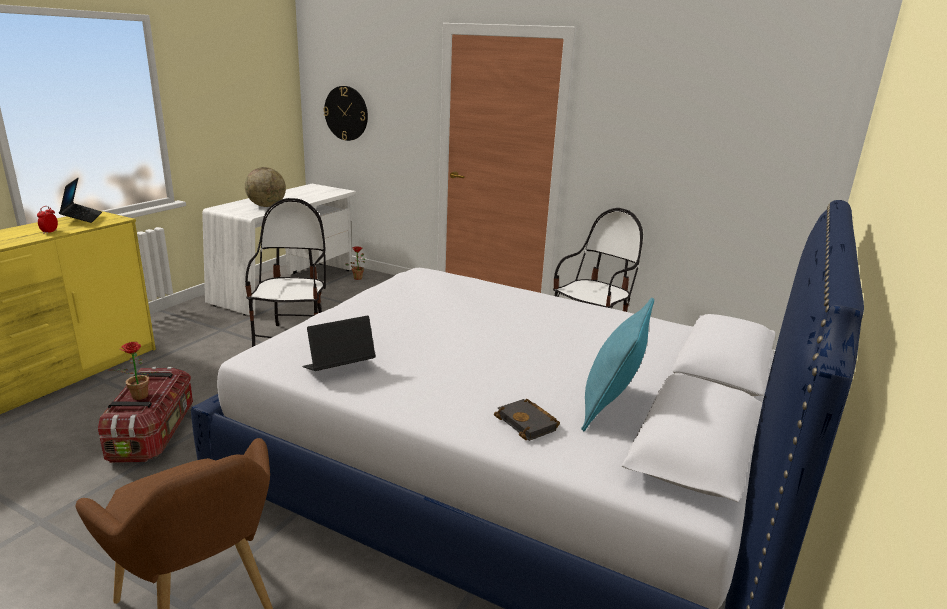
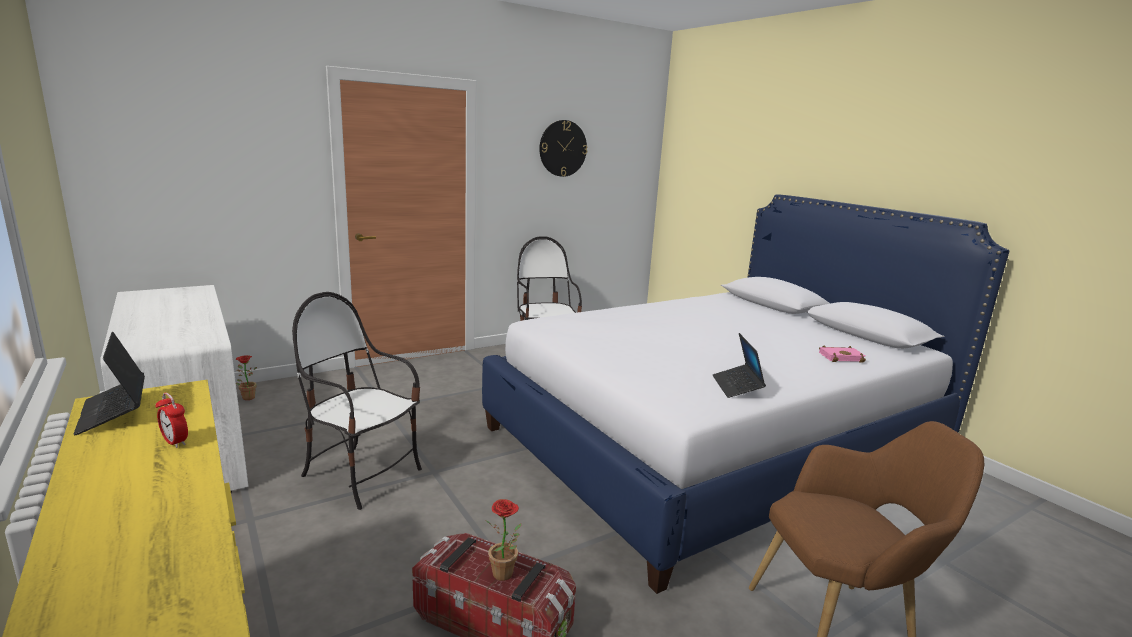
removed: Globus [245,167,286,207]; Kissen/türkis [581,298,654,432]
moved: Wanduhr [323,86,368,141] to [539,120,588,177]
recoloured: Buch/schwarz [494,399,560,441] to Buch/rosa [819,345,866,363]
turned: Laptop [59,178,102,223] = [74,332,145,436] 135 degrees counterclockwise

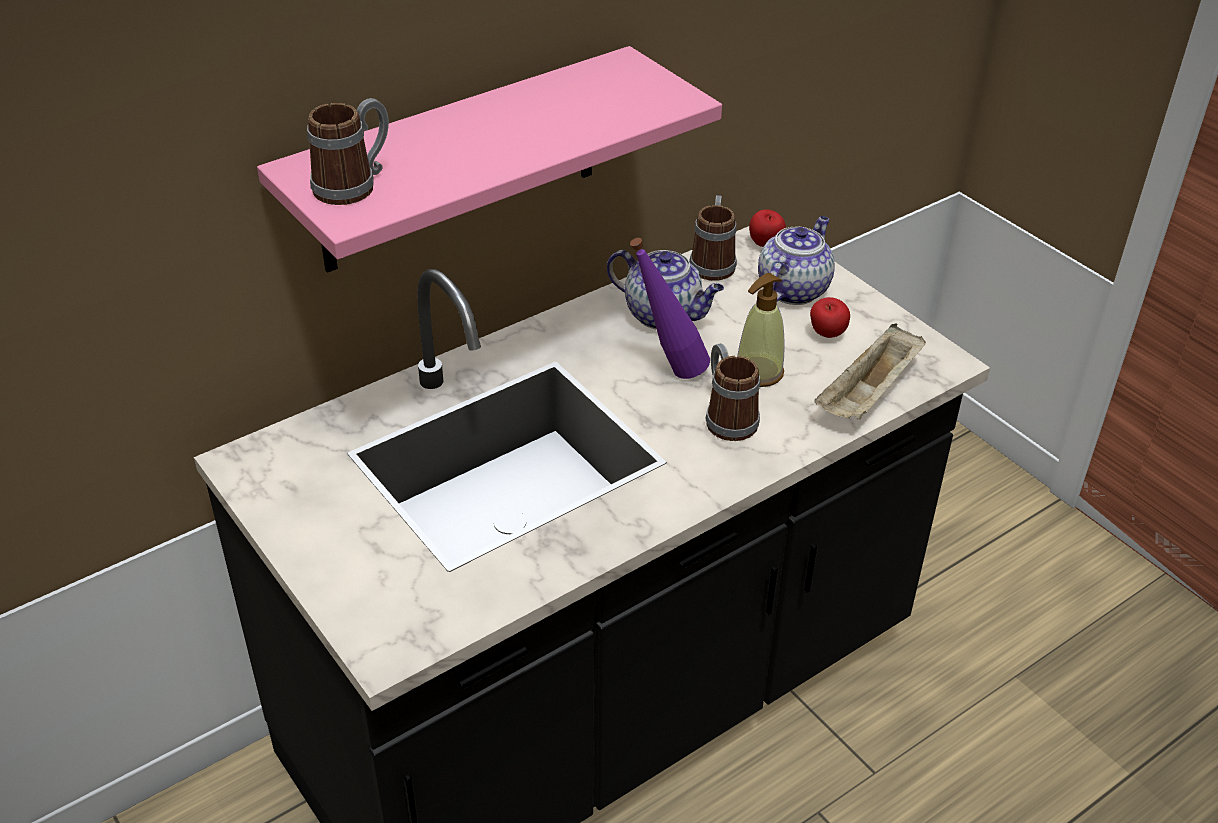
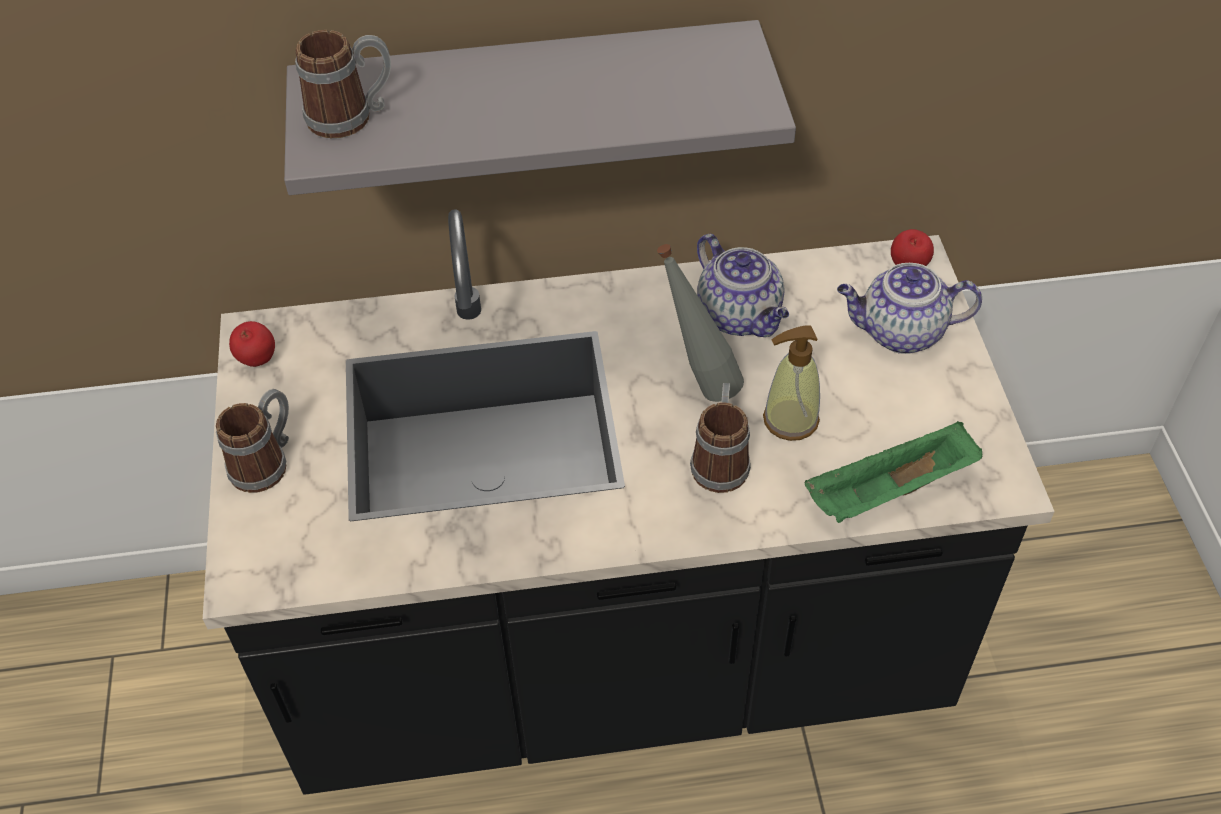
moved: Henkelbecher [689,195,737,281] to [216,389,289,493]; Apfel [810,297,850,338] to [229,321,275,367]
recoloured: Wandregal/rosa [257,46,722,273] to Wandregal/grau [284,20,796,195]; Flasche/lila [630,238,710,379] to Flasche/grau [657,244,744,402]; Tablett/beige [814,324,926,420] to Tablett/grün [805,421,982,523]
turned: Teekanne [758,216,835,305] = [837,263,982,354] 150 degrees counterclockwise

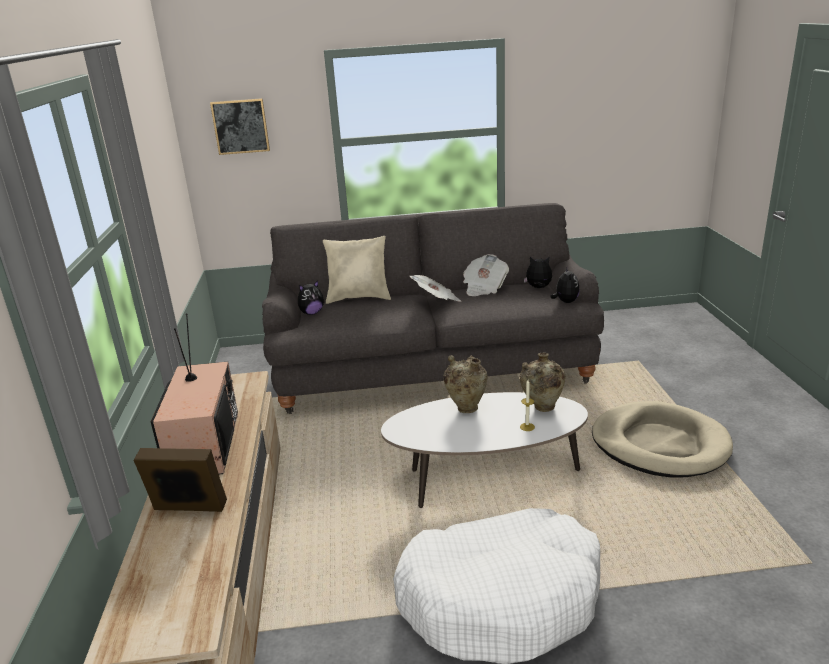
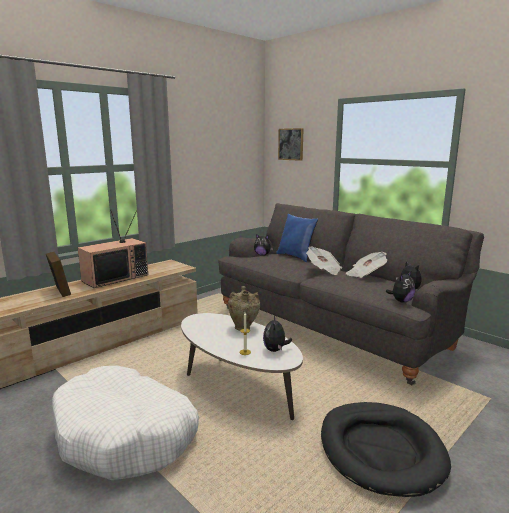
replaced: Vase/beige [519,353,565,412] to Plüschtier [263,316,292,352]
recoloured: Kissen/beige [323,236,391,304] to Kissen/blau [276,214,318,262]; Hundebett/beige [592,401,733,477] to Hundebett/schwarz [321,402,451,497]

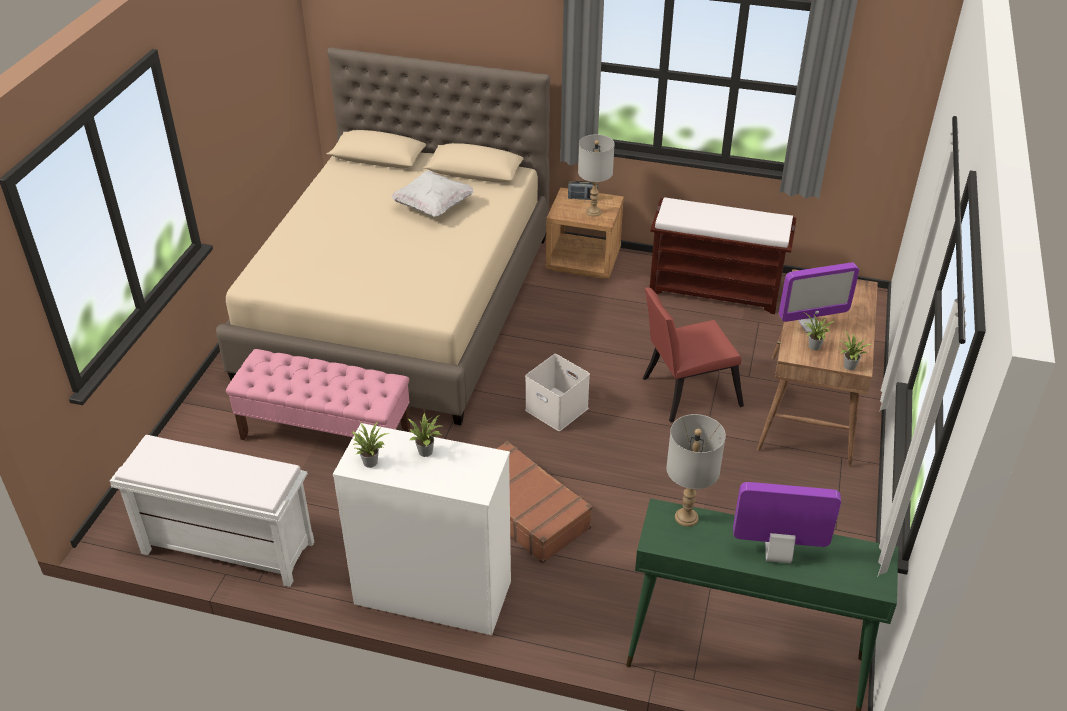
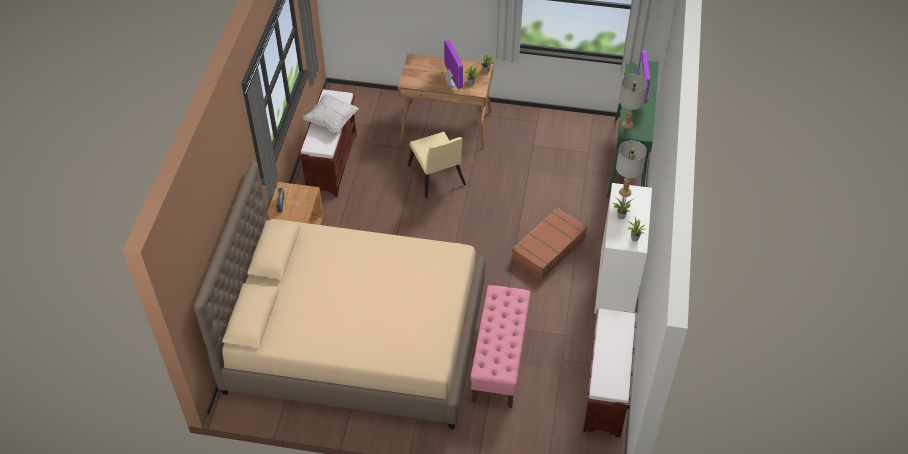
removed: Aufbewahrungsbox/weiß [525,354,590,431]
moved: Kissen/weiß [391,170,474,217] to [304,94,359,133]; Tischlampe/grau [578,134,615,217] to [616,140,647,197]
recoloured: Bank/weiß [110,435,314,587] to Bank/braun [583,309,638,437]; Stuhl/rot [643,288,744,422] to Stuhl/beige [408,132,466,199]

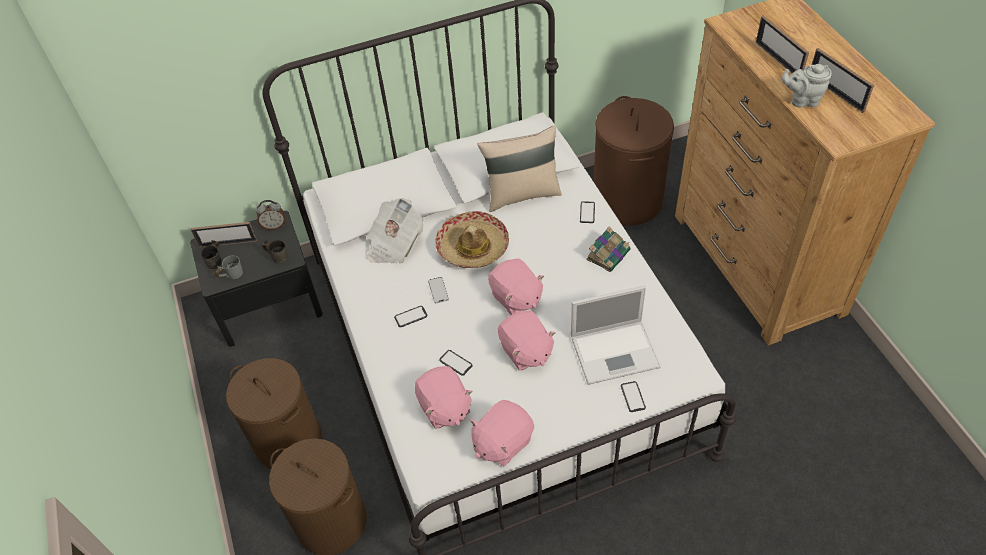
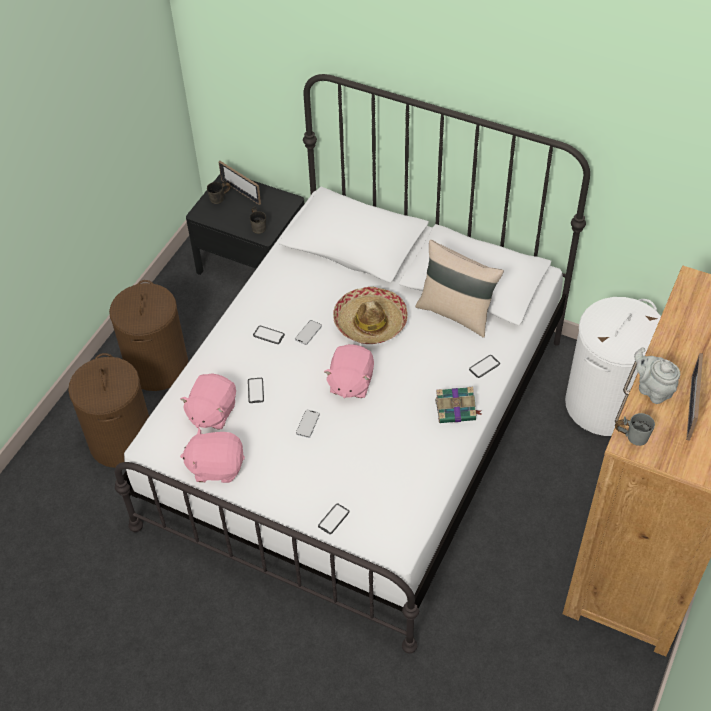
removed: Wecker [256,200,285,230]; Zeitung [366,198,423,264]; Laptop [571,286,661,385]; Bilderrahmen [756,15,809,73]
moved: Henkelbecher/grau [215,255,243,279] to [615,413,655,446]
replaced: Plüschtier/rosa [498,311,556,371] to Handy [296,410,320,438]
recoloured: Wäschekorb/braun [593,96,674,226] to Wäschekorb/weiß [565,297,661,436]

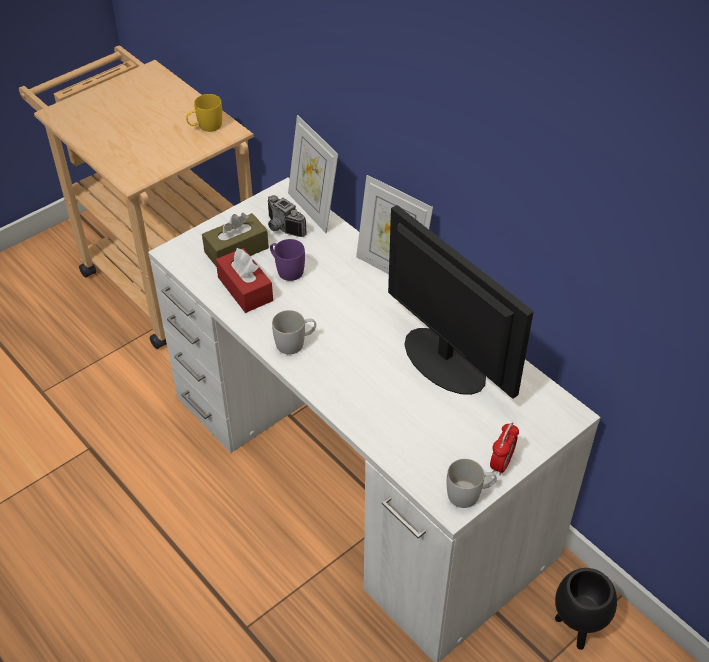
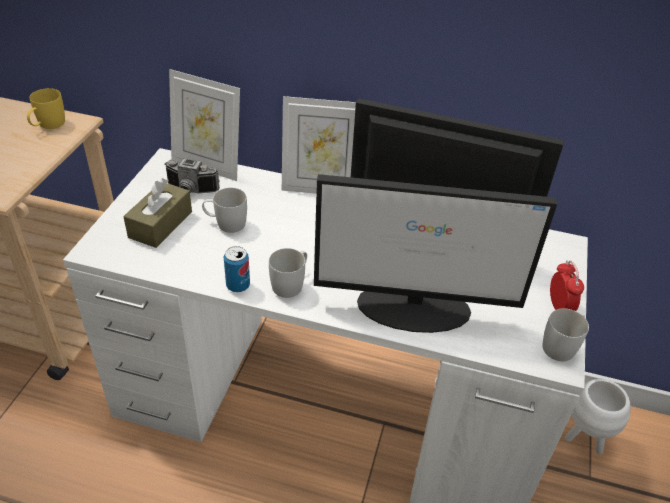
removed: Taschentuchbox/rot [216,248,273,313]
added: Dose [224,246,250,292]; Monitor [314,174,557,333]
recoloured: Henkelbecher/lila [270,239,305,281] to Henkelbecher/weiß [202,188,247,233]; Pflanzkübel/schwarz [555,568,617,650] to Pflanzkübel/weiß [565,379,631,454]

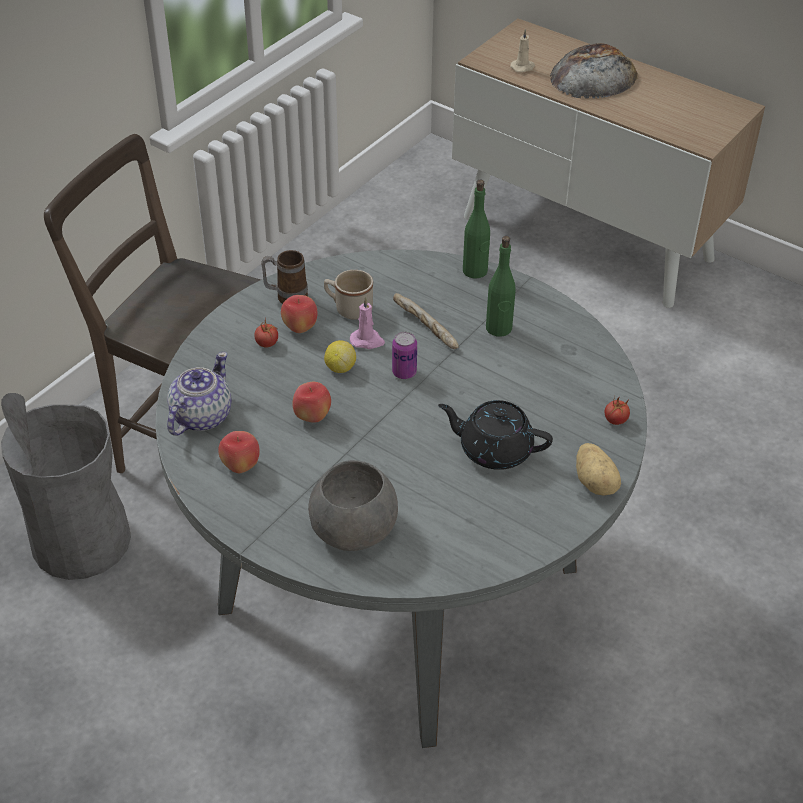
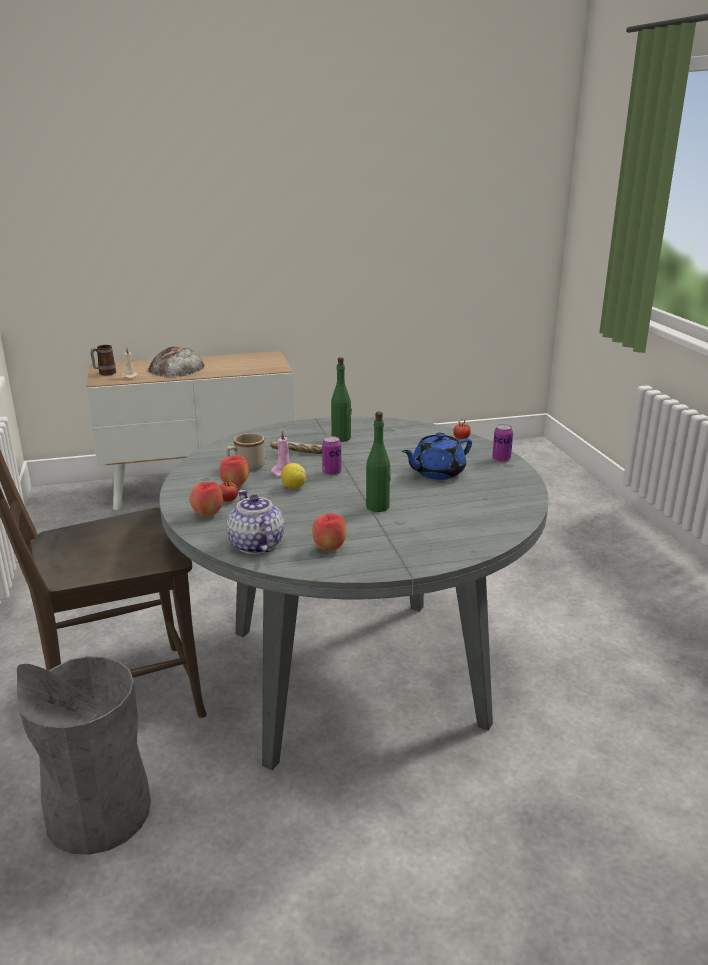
removed: Schüssel/grau [308,460,398,551]
moved: Henkelbecher [261,250,308,304] to [91,345,116,376]; Apfel [293,382,331,423] to [189,482,223,517]; Flasche/grün [463,180,490,278] to [366,412,391,512]
replaced: Kartoffel [576,443,621,496] to Dose [492,424,513,462]
recoloured: Teekanne/schwarz [438,400,553,470] to Teekanne/blau [402,432,472,480]

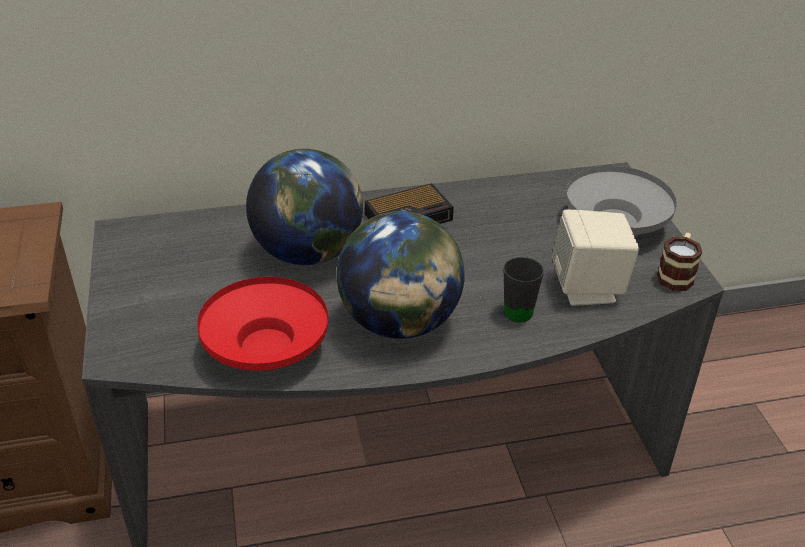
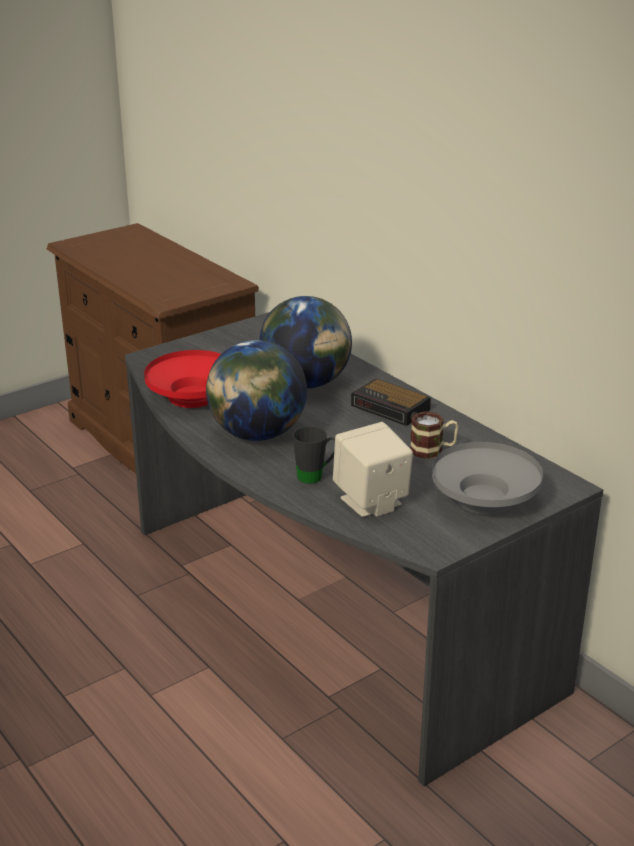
moved: Henkelbecher [657,233,702,291] to [410,411,458,459]

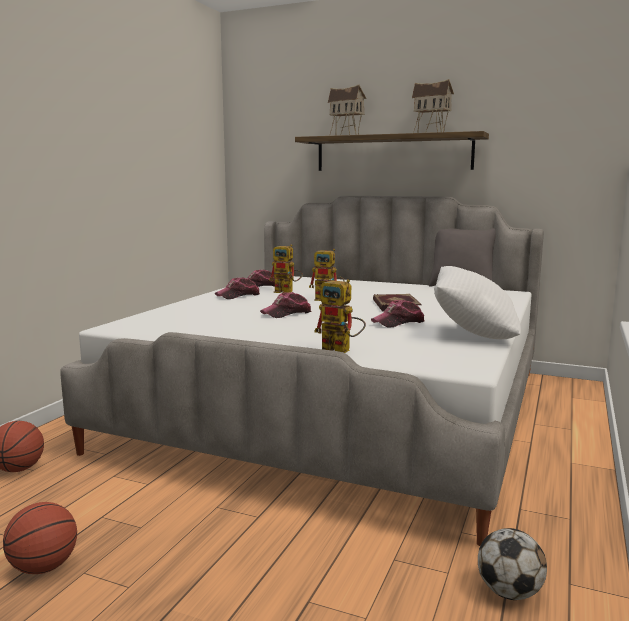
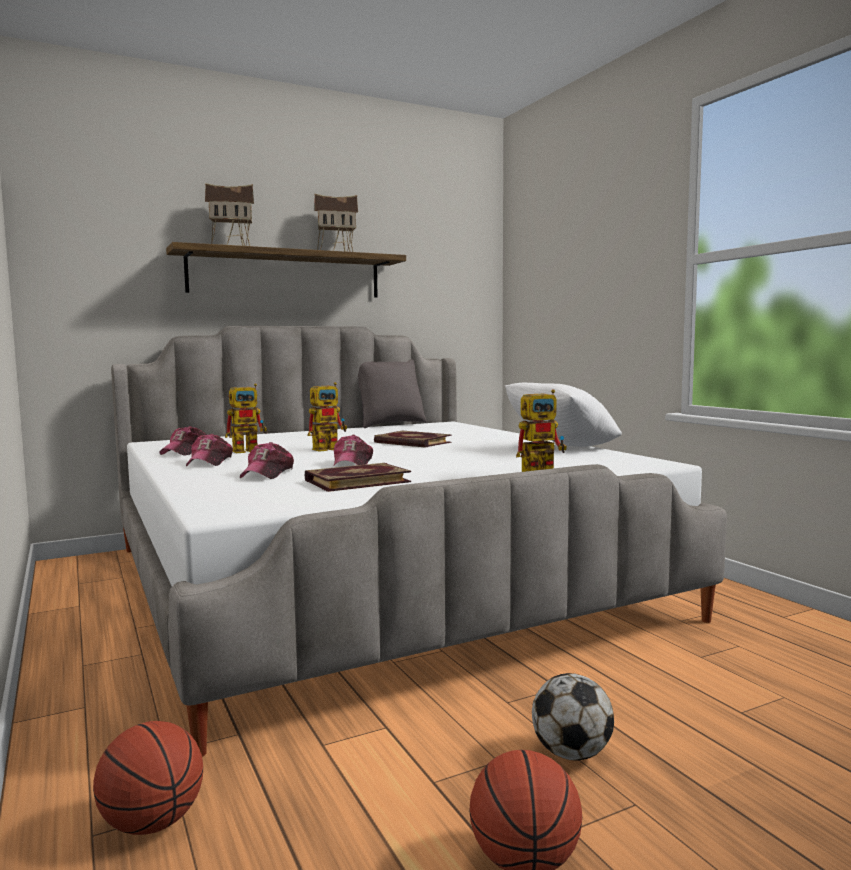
added: Buch [304,463,411,492]
moved: Kappe [371,300,425,328] to [240,442,294,479]; Fußball [478,528,547,600] to [532,673,614,761]

